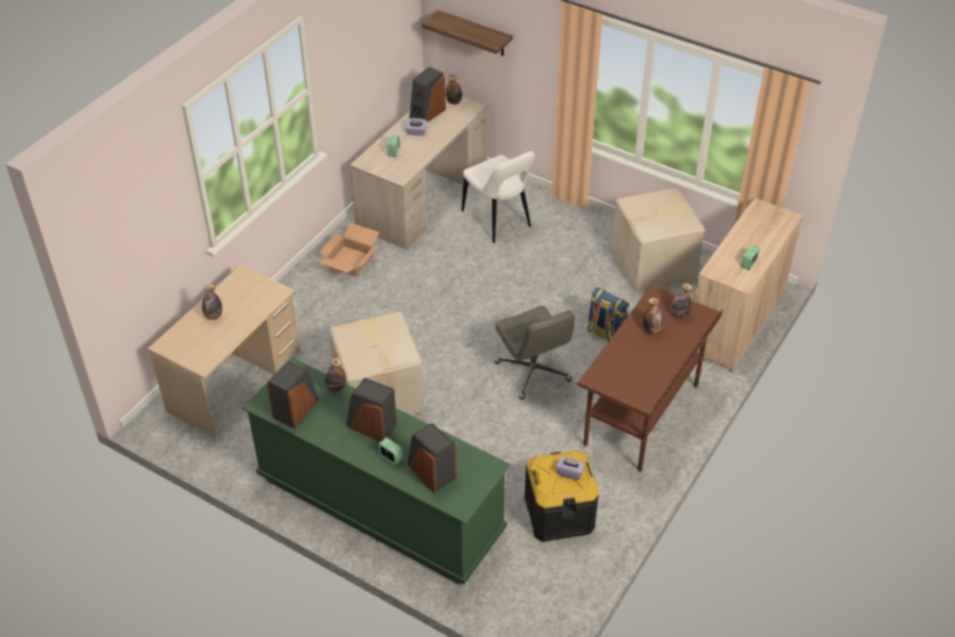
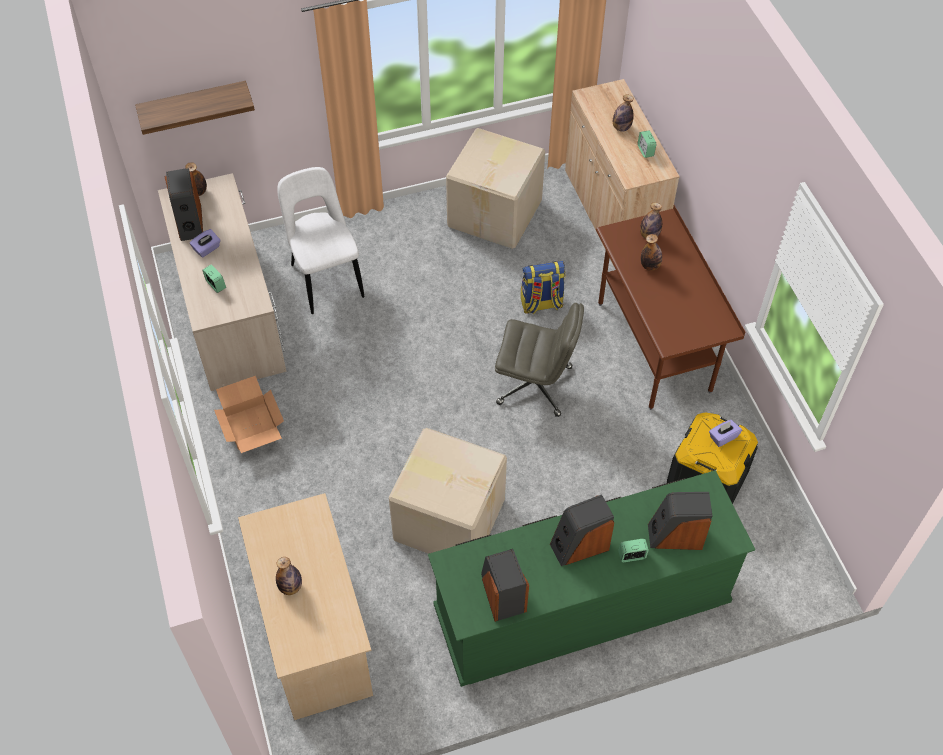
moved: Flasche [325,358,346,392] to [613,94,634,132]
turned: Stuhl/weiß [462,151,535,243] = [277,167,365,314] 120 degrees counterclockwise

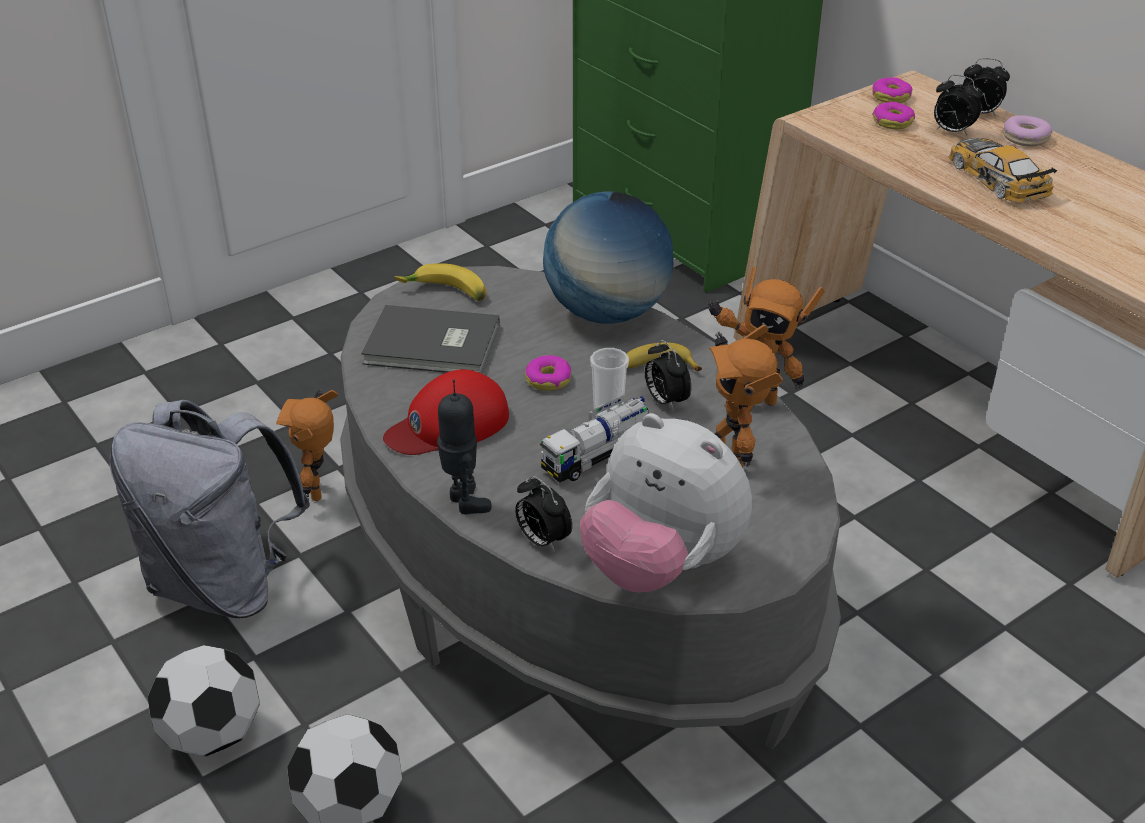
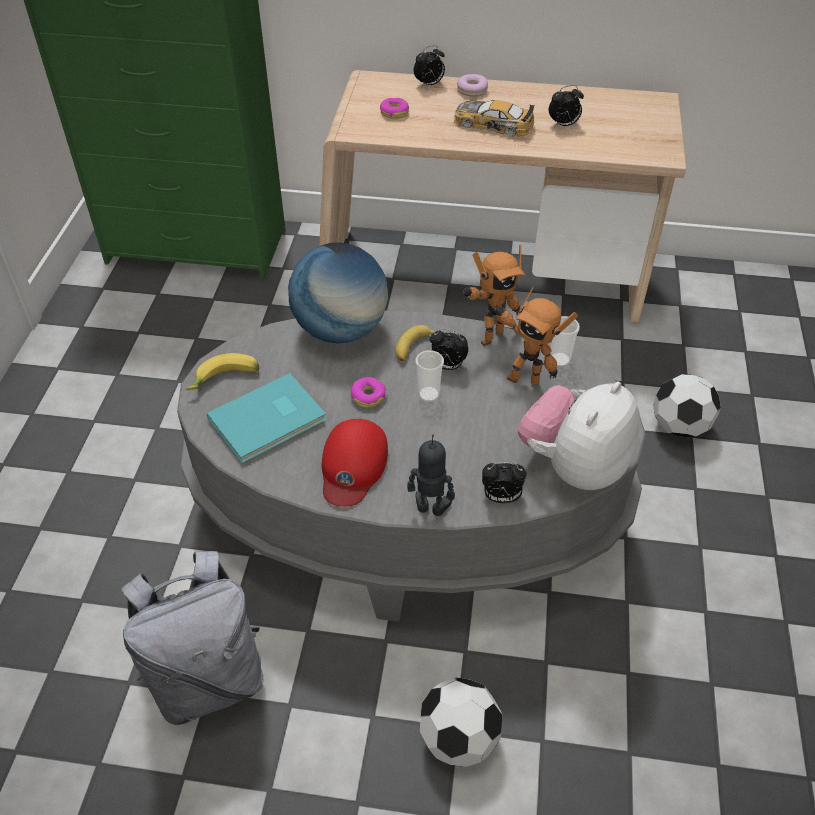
removed: Spielzeugroboter [276,389,338,501]; Spielzeuglaster [539,395,649,483]; Donut [872,77,912,103]
added: Tasse [550,316,580,367]
moved: Fußball [148,645,260,757] to [653,374,721,438]; Wecker [934,75,982,135] to [549,85,584,128]
recoloured: Buch/grau [361,305,500,373] to Buch/türkis [207,373,327,464]
turned: Plüschtier [580,413,752,593] = [518,381,640,490] 135 degrees clockwise

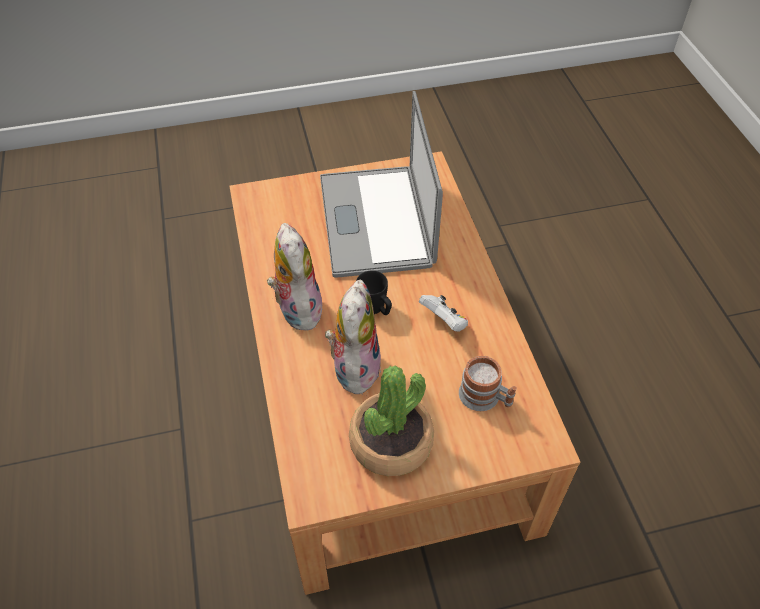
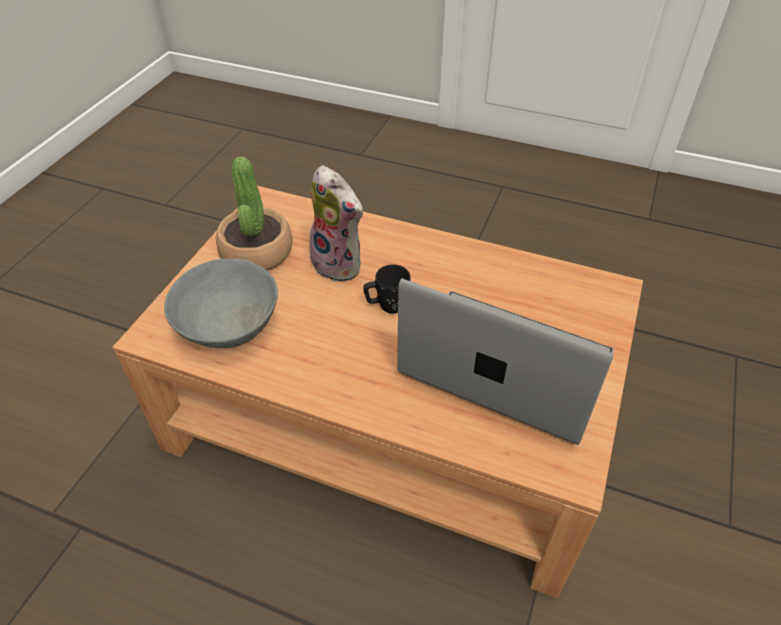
removed: Plüschtier [267,223,325,330]; Gamepad/weiß [419,295,468,332]
replaced: Henkelbecher [459,356,517,411] to Schüssel/grau [164,258,278,348]

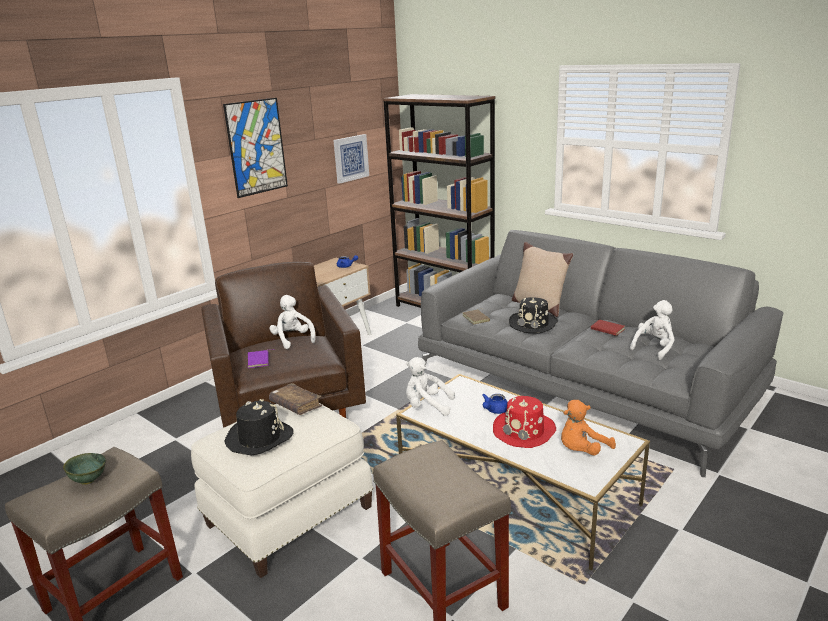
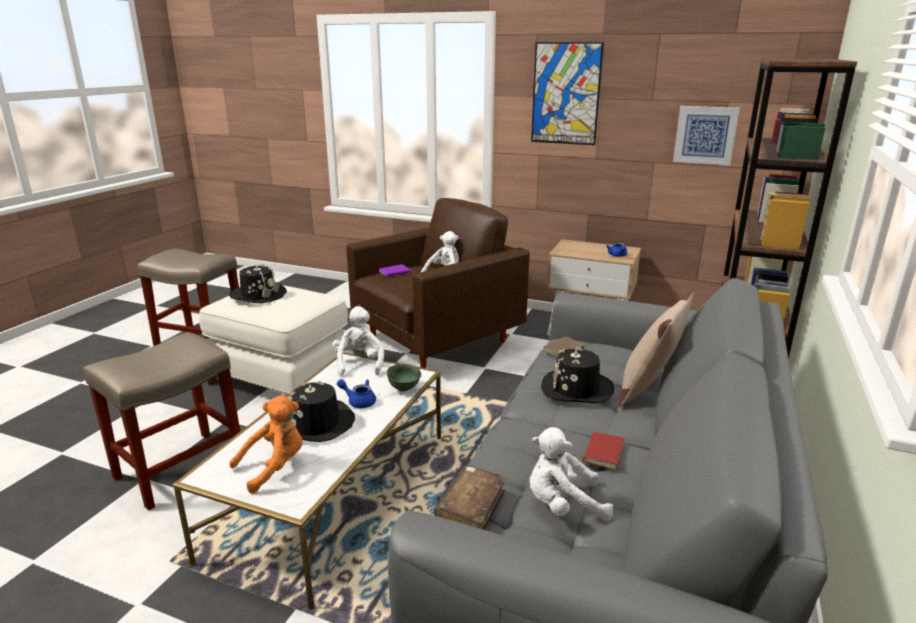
moved: Schüssel/grün [63,453,106,484] to [386,364,421,392]; Buch/braun [269,383,322,415] to [434,465,507,530]
recoloured: Hut/rot [493,396,556,448] to Hut/schwarz [289,381,355,442]
turned: Plüschtier/orange [561,400,616,455] = [230,395,303,494] 105 degrees clockwise; Plüschtier/weiß [630,300,675,360] = [530,427,613,521] 150 degrees clockwise

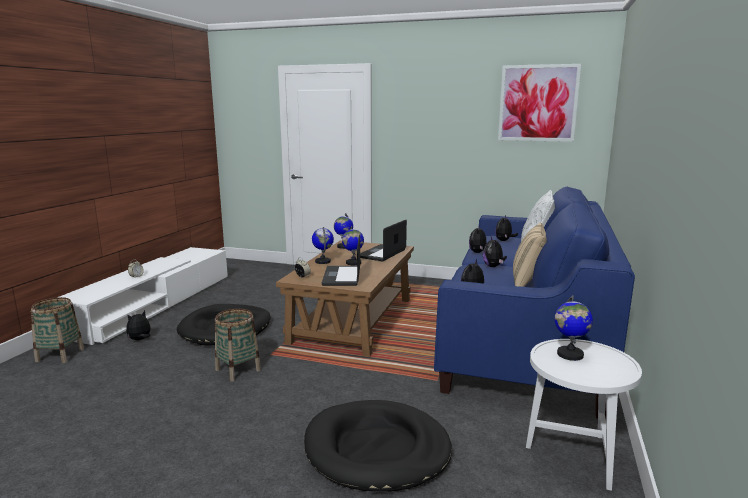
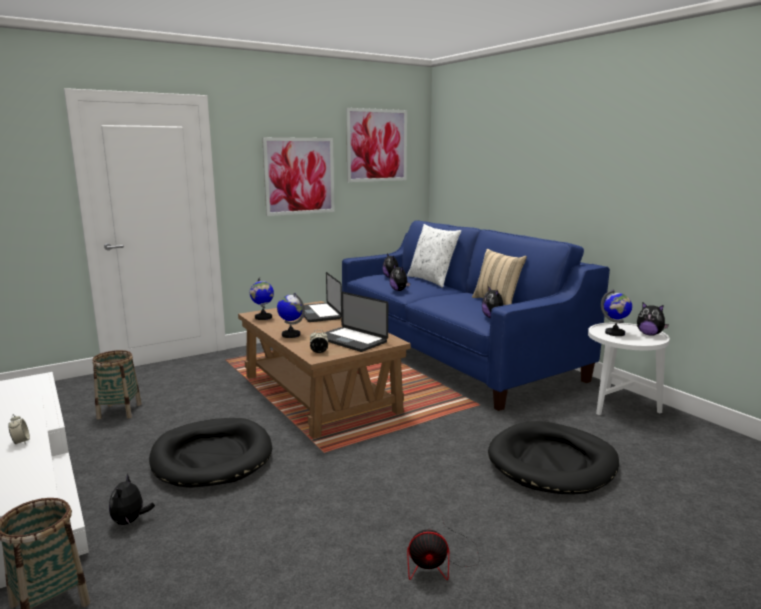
removed: Globus [342,226,364,265]
added: Bild [262,137,335,216]; Ventilator [407,516,480,580]
moved: Korb [215,309,261,382] to [92,350,142,419]; Plüschtier [483,237,507,267] to [637,302,669,336]

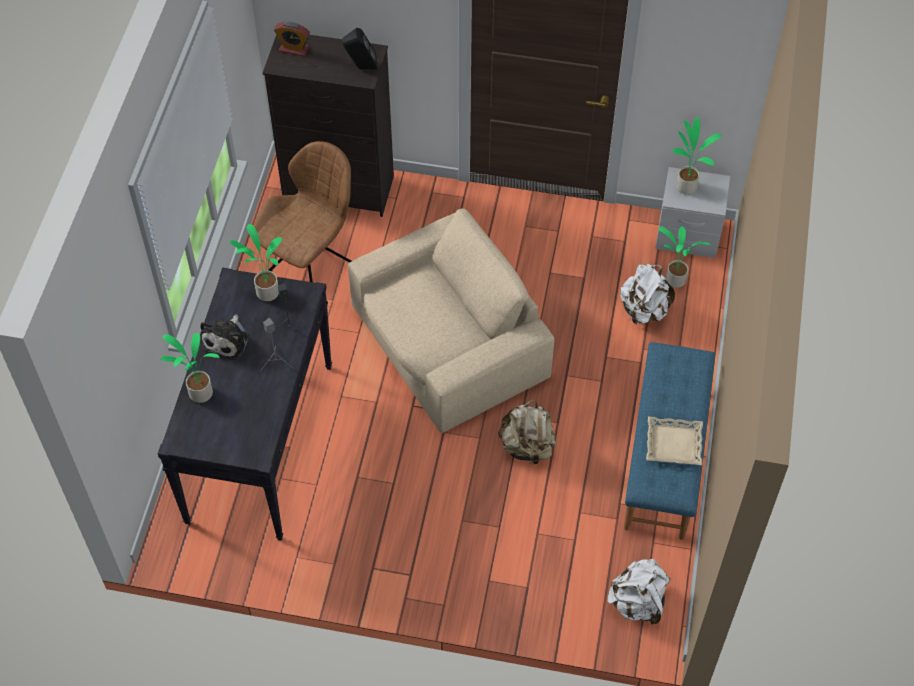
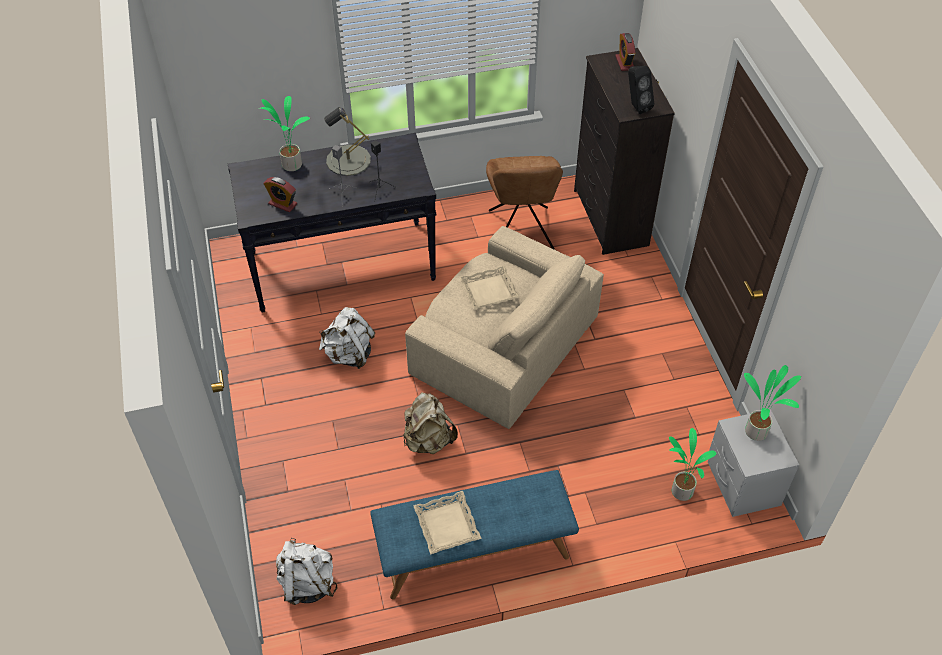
removed: Topfpflanze [229,224,282,301]
added: Wecker [263,177,297,212]; Tablett/beige [459,266,520,309]
moved: Rucksack/weiß [620,264,675,324] to [319,307,375,369]
replaced: Plüschtier [200,314,249,360] to Tischlampe/grau [324,107,371,176]
turned: Stuhl/braun [254,141,351,282] = [486,156,563,250] 75 degrees clockwise

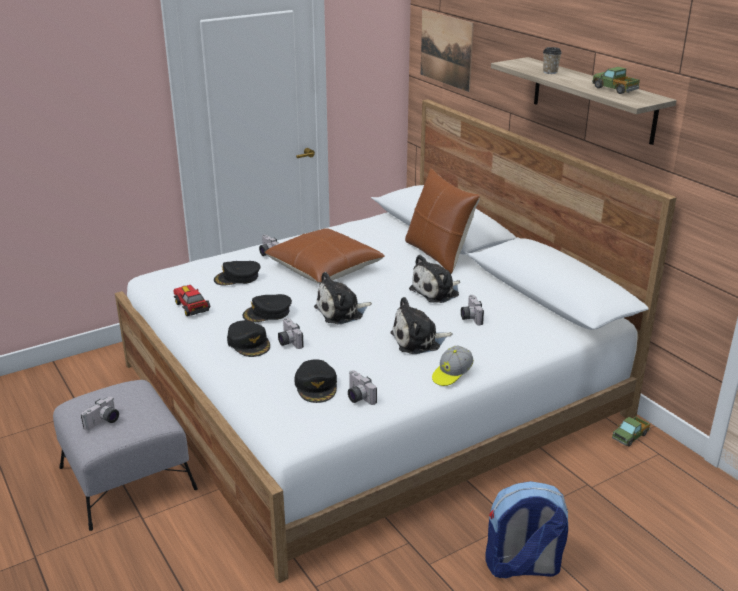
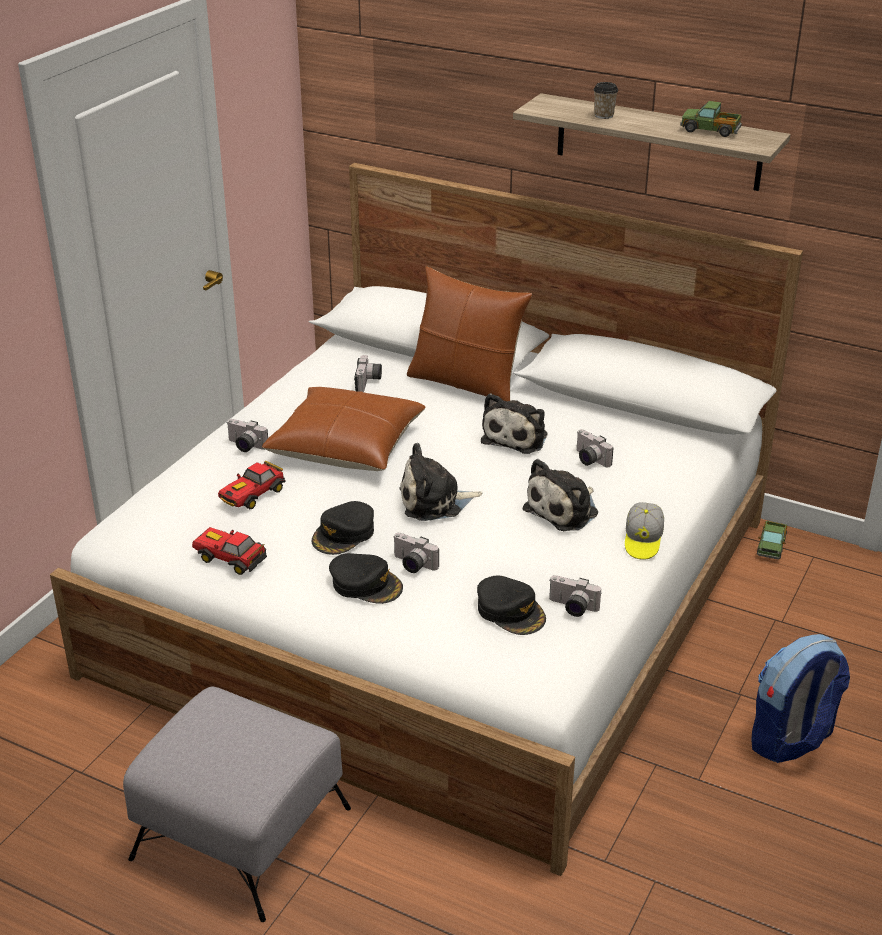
removed: Bild [421,10,474,92]
moved: Kamera [81,396,119,431] to [354,355,382,392]
replaced: Kappe/schwarz [214,261,260,285] to Spielzeugauto [218,460,286,509]
turned: Plüschtier [314,272,372,325] = [399,443,482,521] 45 degrees clockwise

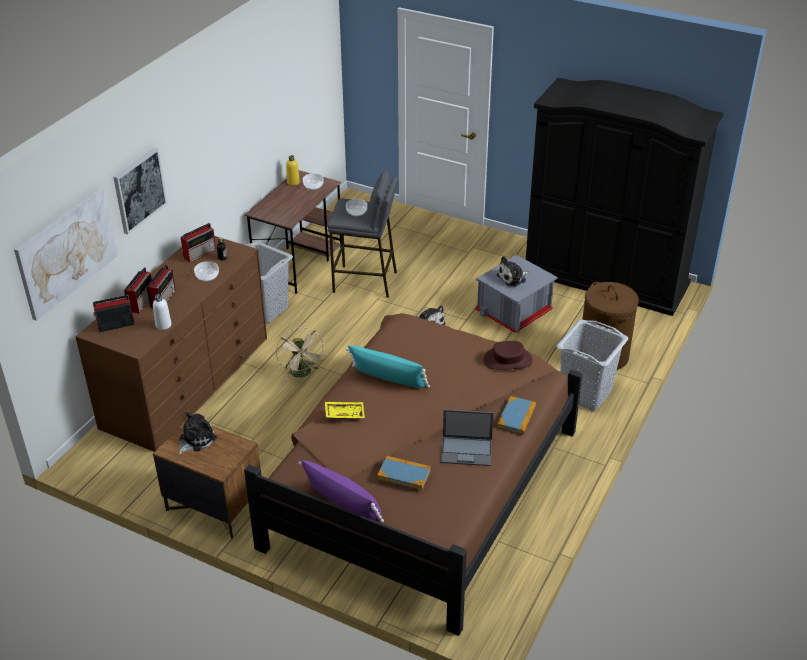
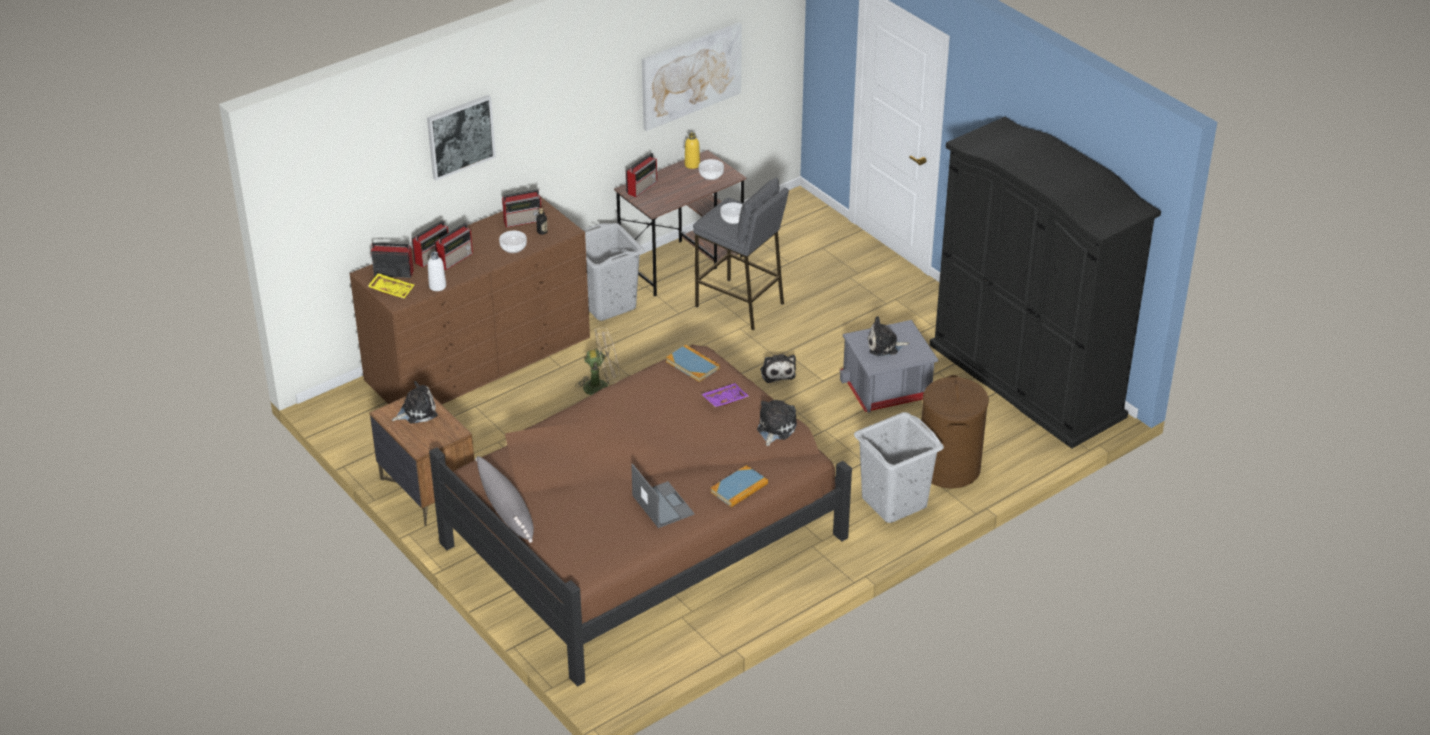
removed: Kissen/türkis [346,346,430,388]
added: Radio [626,153,657,197]; Tablett/lila [702,383,749,407]
moved: Bild [14,187,118,321] to [642,22,742,131]; Tablett/gelb [325,402,365,419] to [367,273,414,299]; Buch [377,456,431,490] to [666,345,720,382]
replaced: Hut/braun [483,341,533,370] to Plüschtier [757,400,797,446]
recoloured: Kissen/lila [299,460,384,523] to Kissen/grau [475,456,534,543]
turned: Ventilator/beige [276,327,325,381] = [575,327,620,395] 105 degrees counterclockwise; Laptop [441,409,494,466] = [631,464,694,528] 150 degrees counterclockwise

